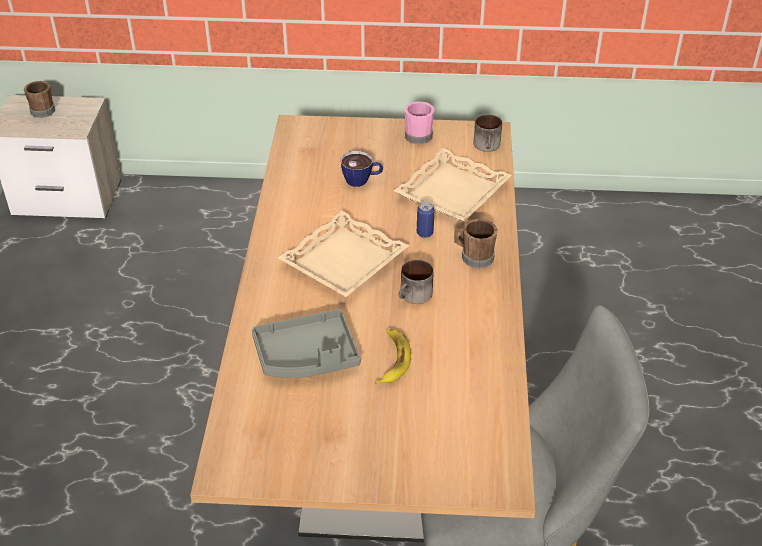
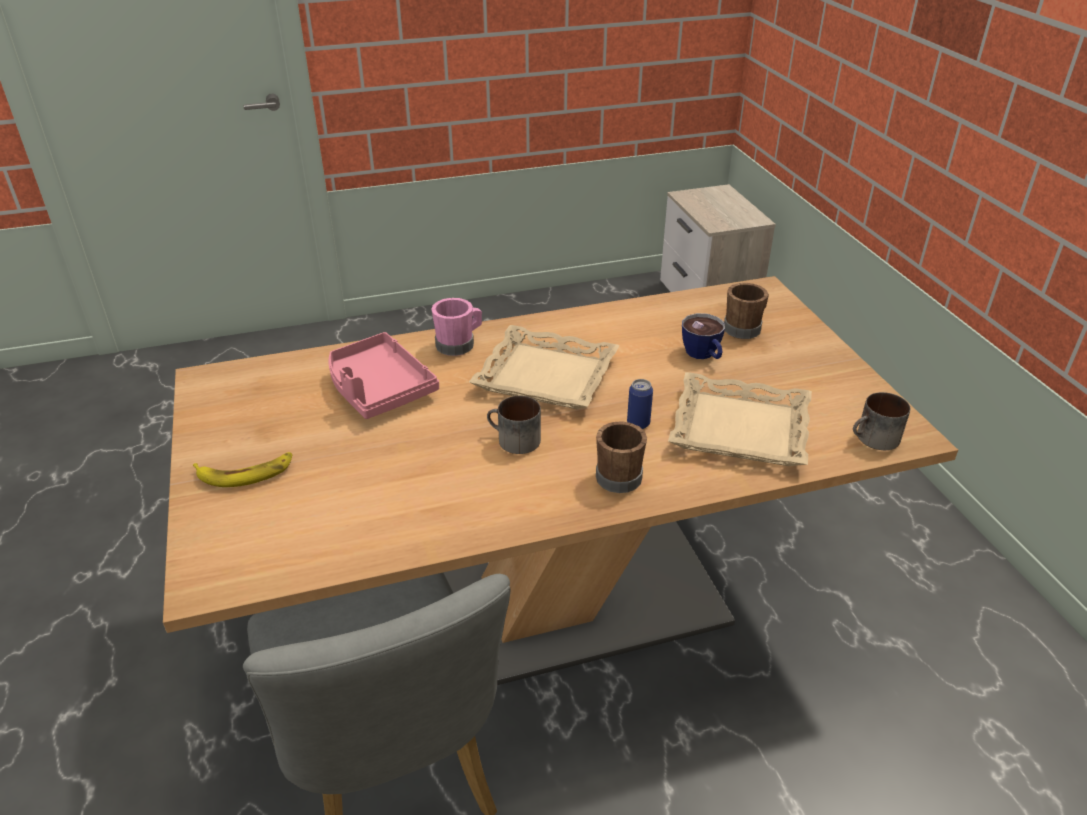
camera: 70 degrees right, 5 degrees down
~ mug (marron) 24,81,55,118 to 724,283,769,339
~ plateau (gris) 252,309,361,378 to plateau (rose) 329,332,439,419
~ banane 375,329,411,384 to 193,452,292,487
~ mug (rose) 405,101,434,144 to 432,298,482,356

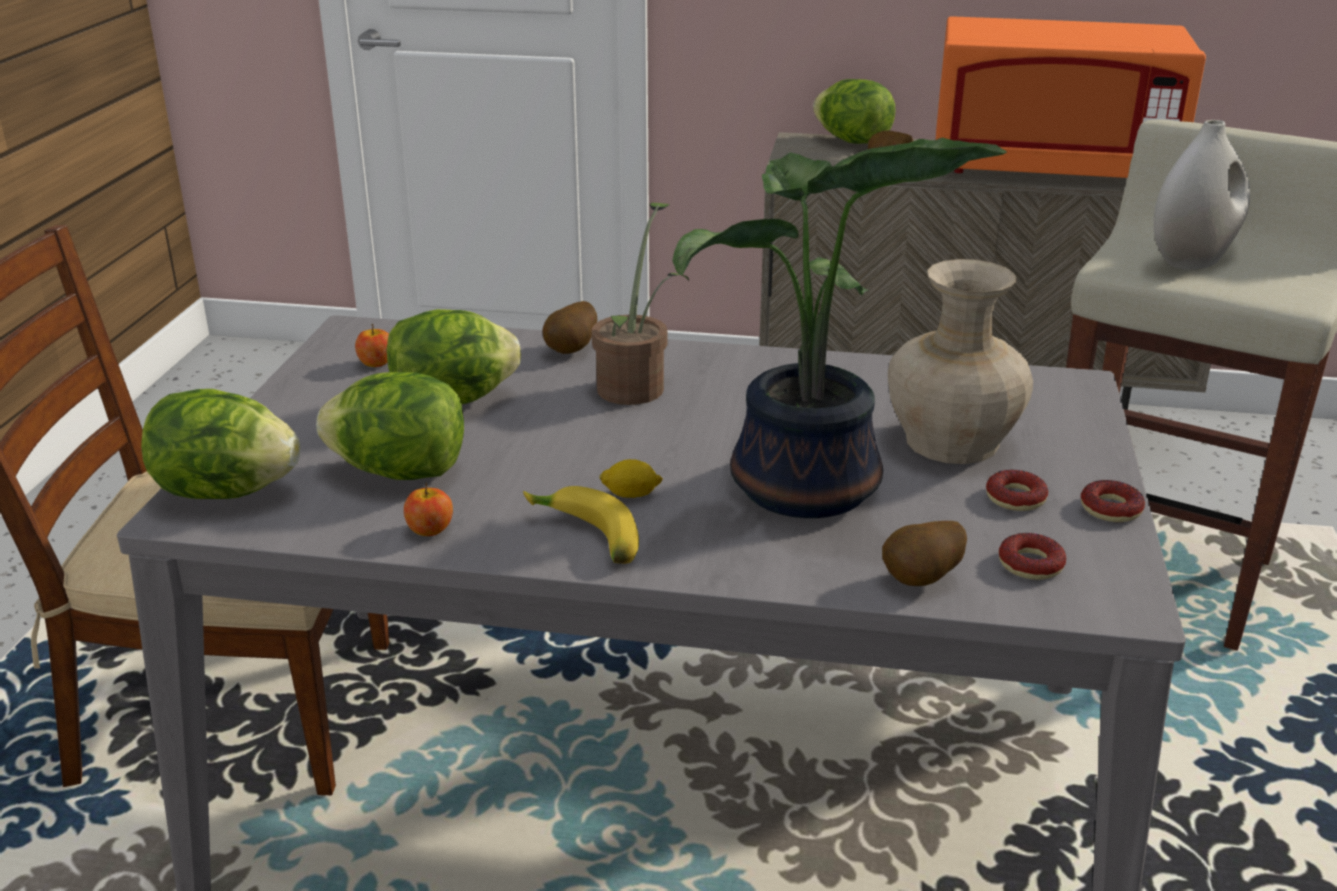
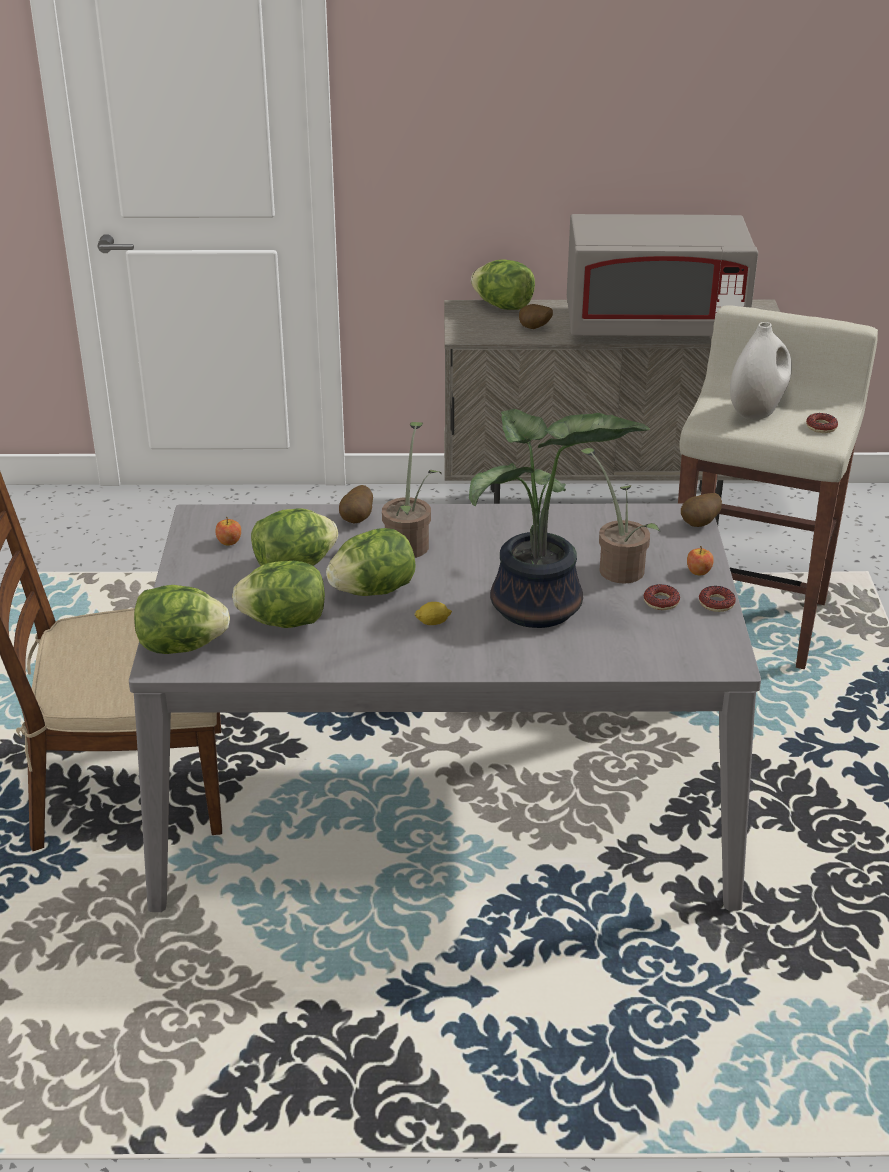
camera: 10 degrees left, 5 degrees up
~ pomme 404,483,453,536 to 687,546,714,576
- banane 523,486,639,564
~ pomme de terre 882,521,967,586 to 681,493,722,527
~ vase (beige) 888,259,1033,464 to plante en pot 580,448,661,583
~ micro-ondes (orange) 936,16,1206,178 to micro-ondes (gris) 567,214,758,336
~ beignet 999,533,1066,580 to 806,413,838,433
+ laitue 326,528,416,596

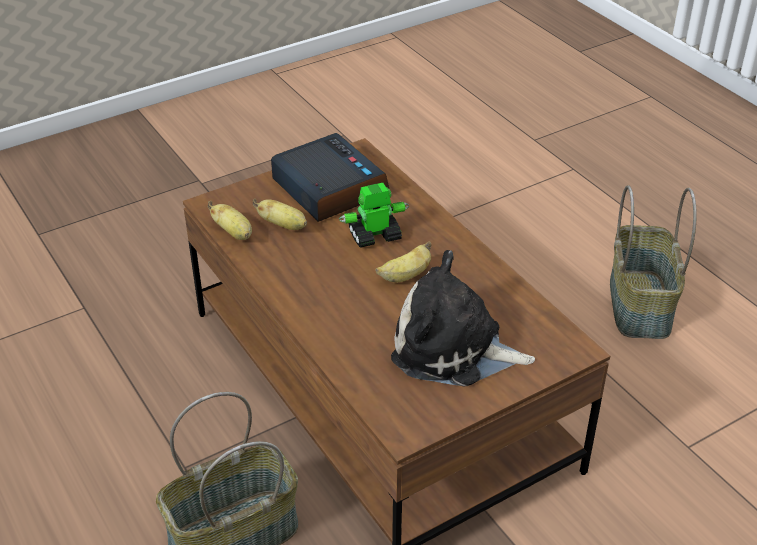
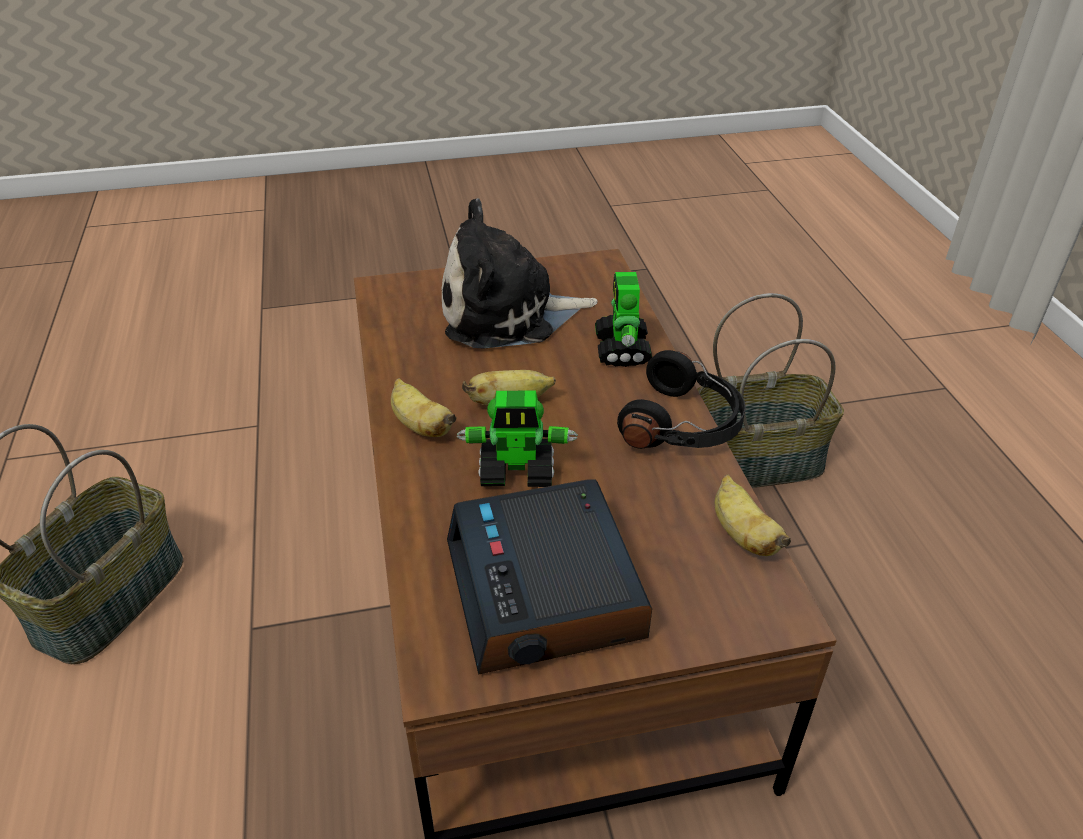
camera: 160 degrees left, 0 degrees up
~ banane 253,198,307,230 to 391,378,457,437
~ peluche 391,250,535,387 = 442,198,598,348 135 degrees clockwise
+ robot jouet 595,272,652,367
+ casque audio (noir) 617,350,746,449

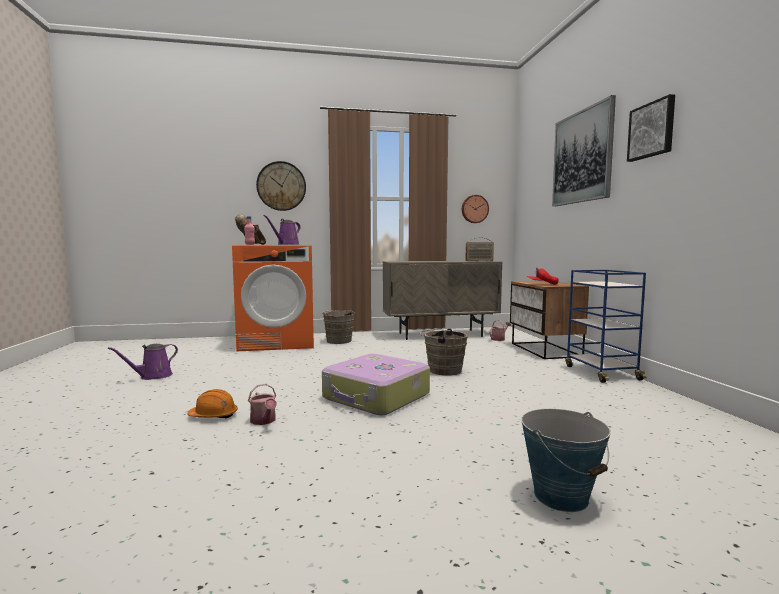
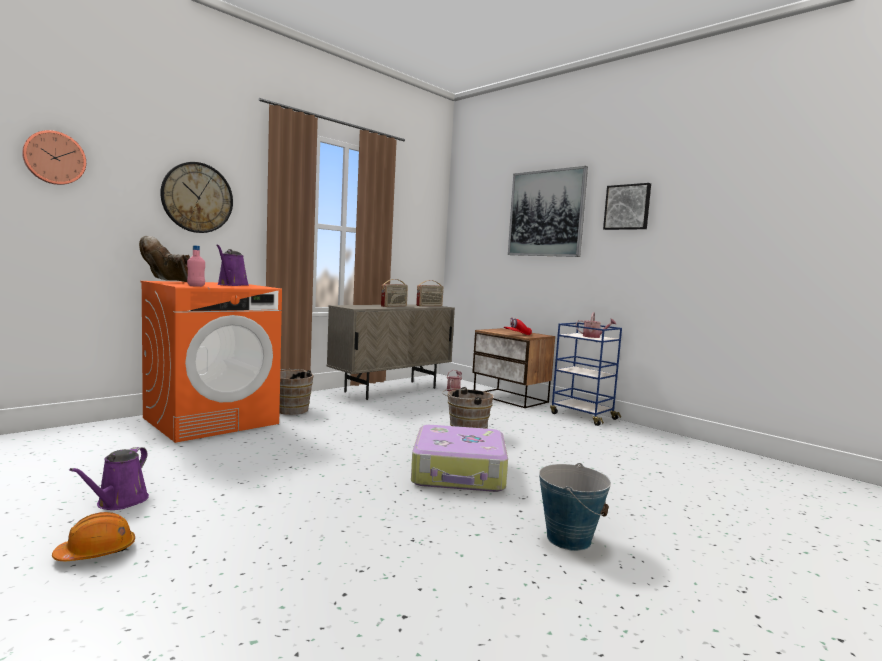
camera: 35 degrees left, 0 degrees up
~ casque de chantier (orange) 187,389,238,419 to 52,512,135,561
~ arrosoir 248,384,277,425 to 576,312,616,338
~ horloge murale 462,195,489,223 to 22,130,86,185
~ seau 521,409,611,512 to 539,463,611,551
+ radio 381,279,408,307

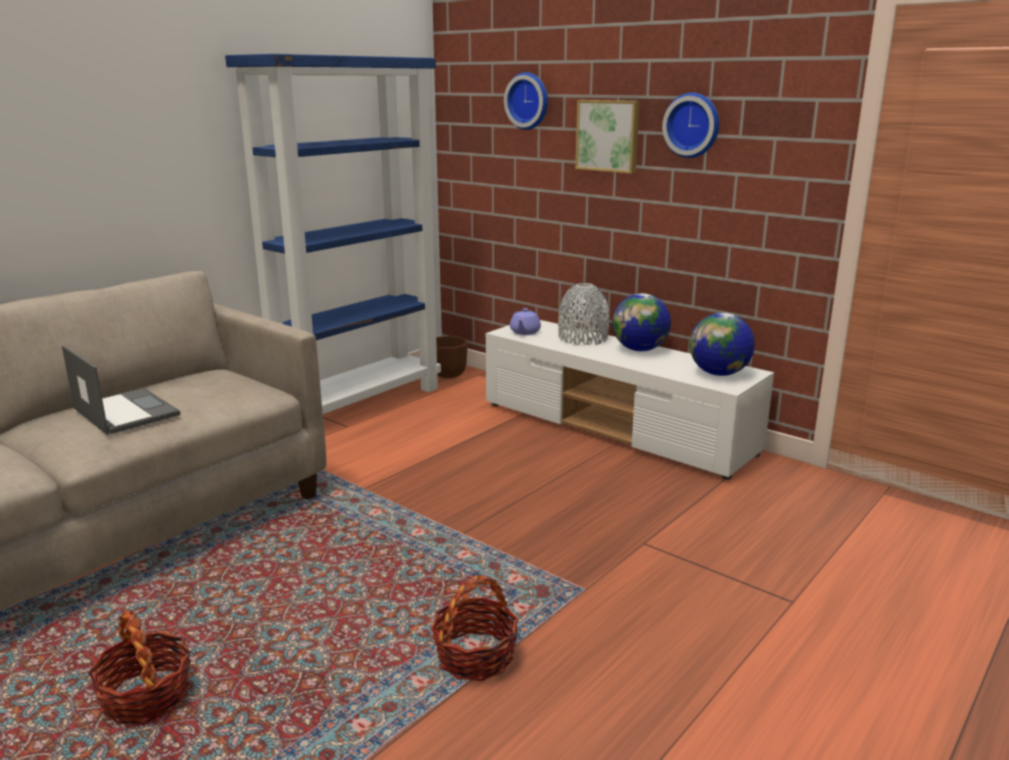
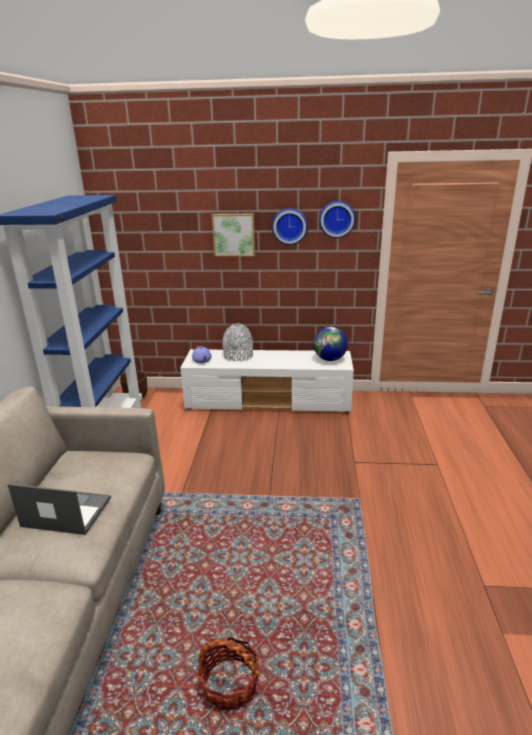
camera: 35 degrees left, 5 degrees up
- panier 431,575,519,681
~ horloge murale 504,72,548,130 to 319,201,356,238
- globe 612,293,671,351

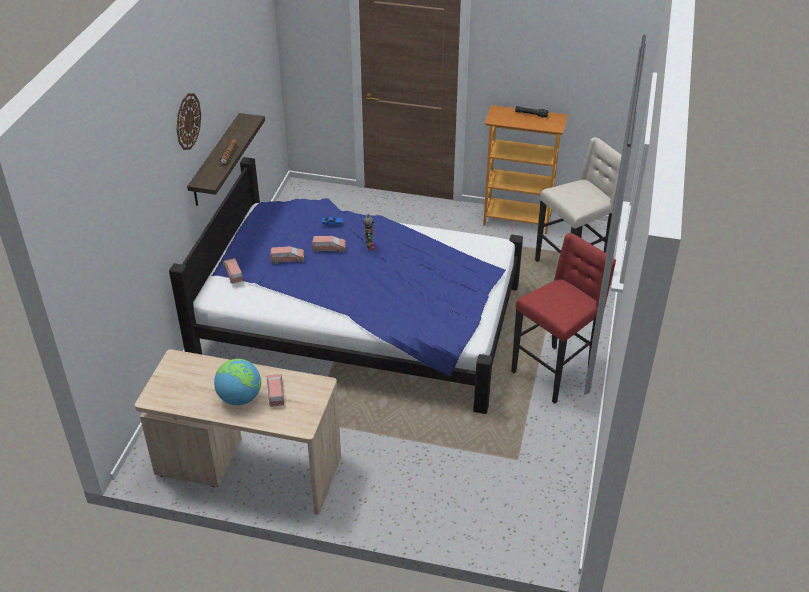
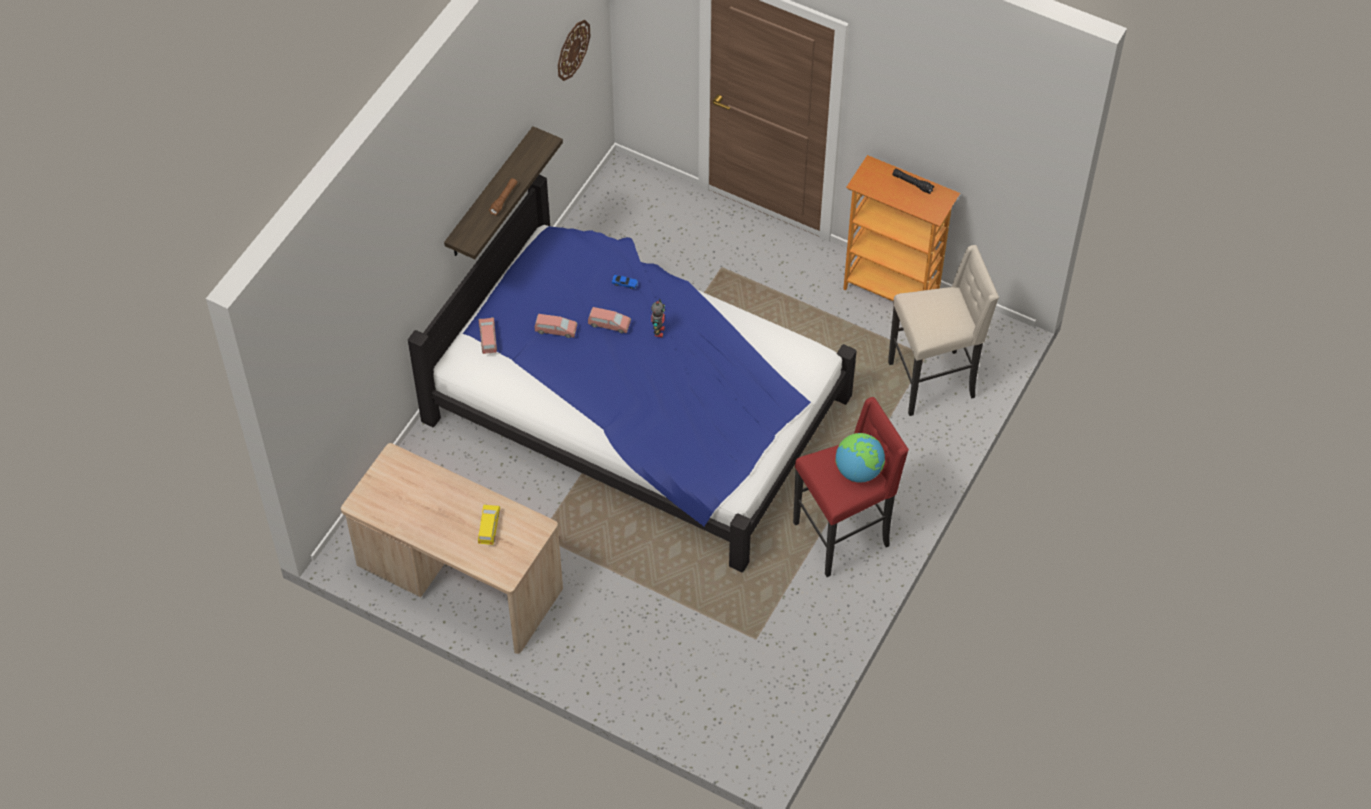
camera: 15 degrees right, 15 degrees up
~ horloge murale 177,93,201,150 to 558,20,590,81
~ globe 214,359,261,405 to 835,433,885,482
~ petite voiture (rose) 267,374,284,407 to petite voiture (jaune) 478,504,500,545

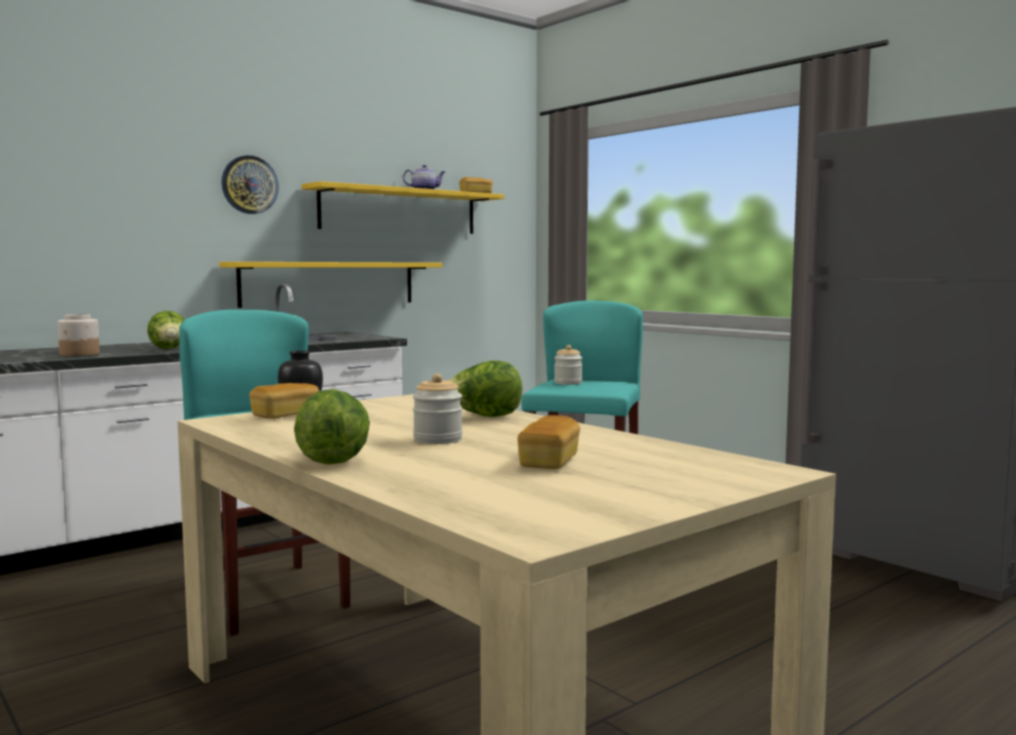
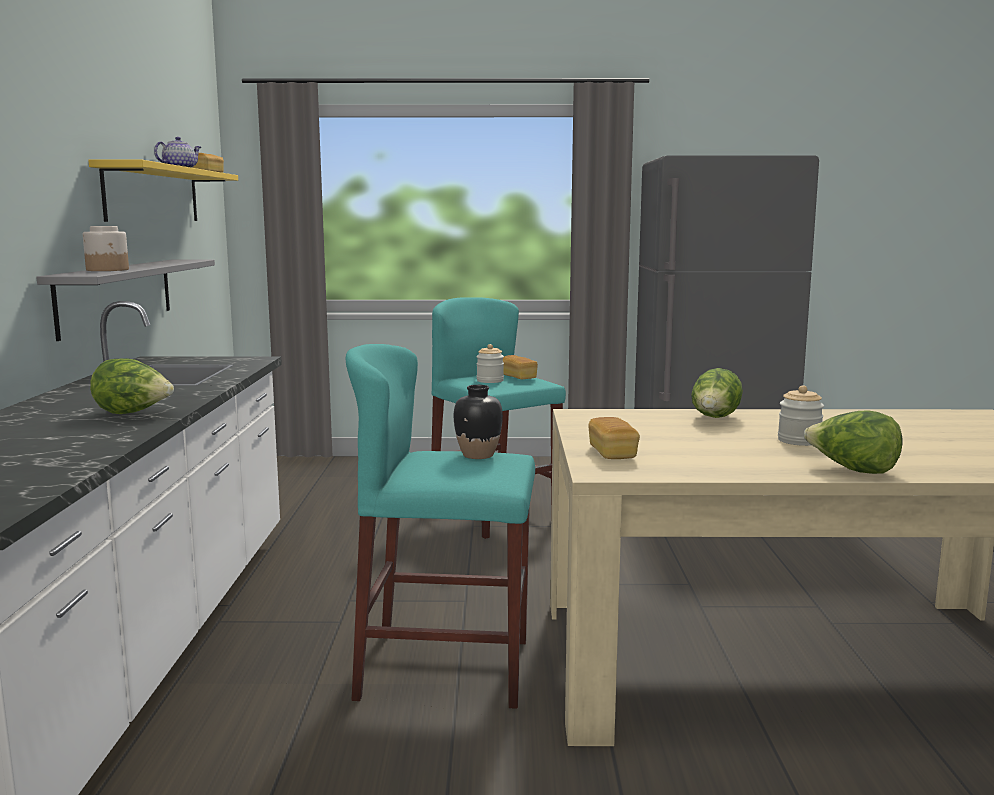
camera: 50 degrees left, 5 degrees up
~ bocal 58,314,100,356 to 83,226,129,271
~ étagère (jaune) 219,262,443,308 to étagère (gris) 36,260,215,341
- horloge murale 222,155,279,214
~ pain 517,415,580,469 to 503,355,538,379

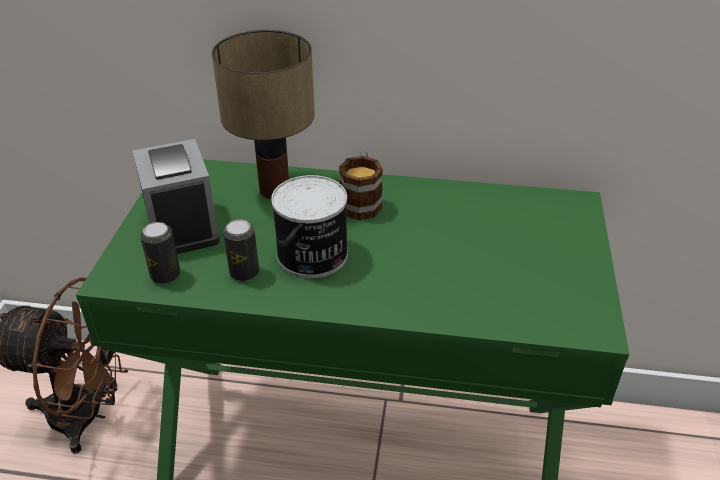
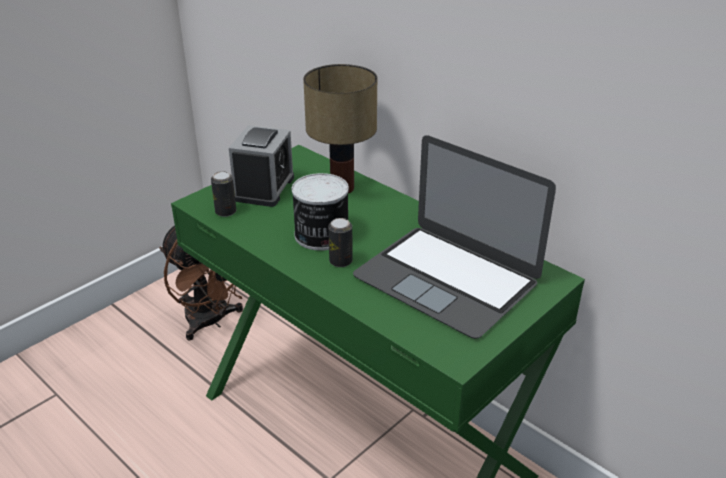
camera: 35 degrees right, 5 degrees down
~ boîte métallique 223,219,259,281 to 328,218,353,267
- mug 339,151,383,220
+ ordinateur portable 353,135,556,339

